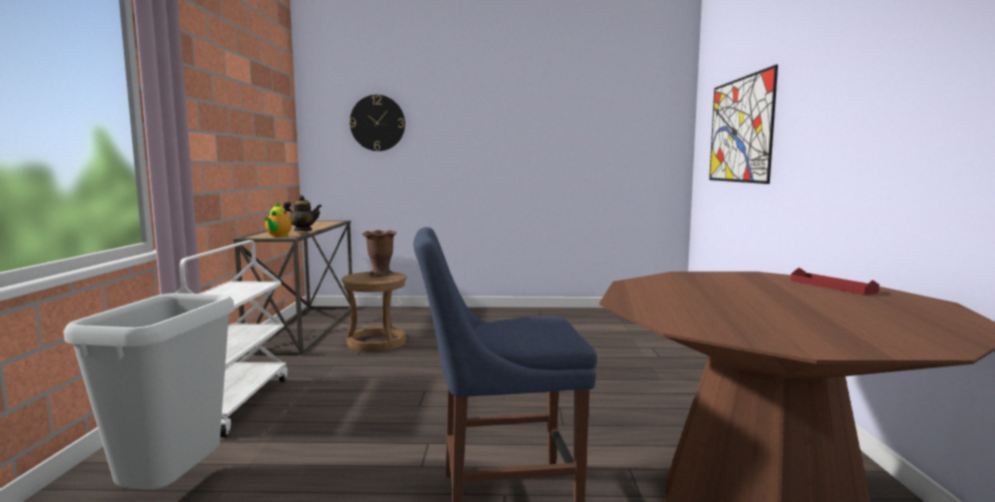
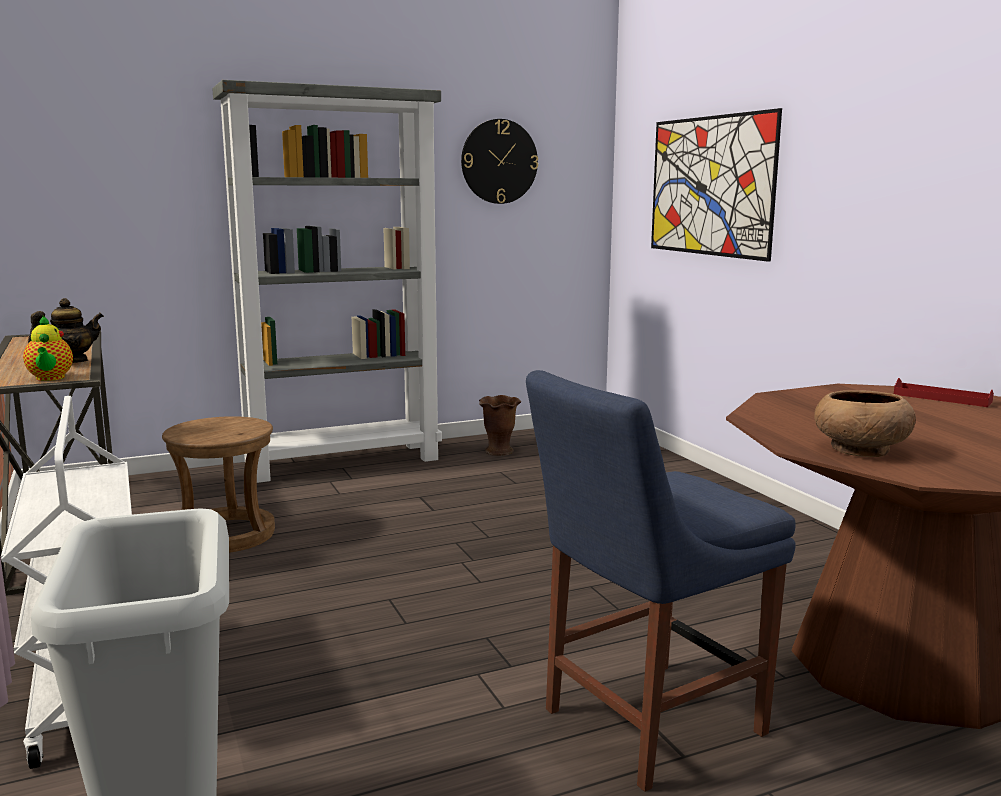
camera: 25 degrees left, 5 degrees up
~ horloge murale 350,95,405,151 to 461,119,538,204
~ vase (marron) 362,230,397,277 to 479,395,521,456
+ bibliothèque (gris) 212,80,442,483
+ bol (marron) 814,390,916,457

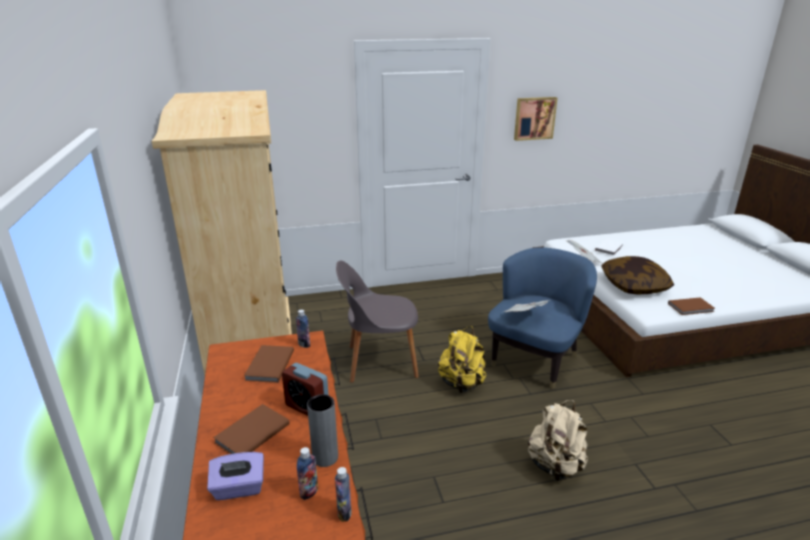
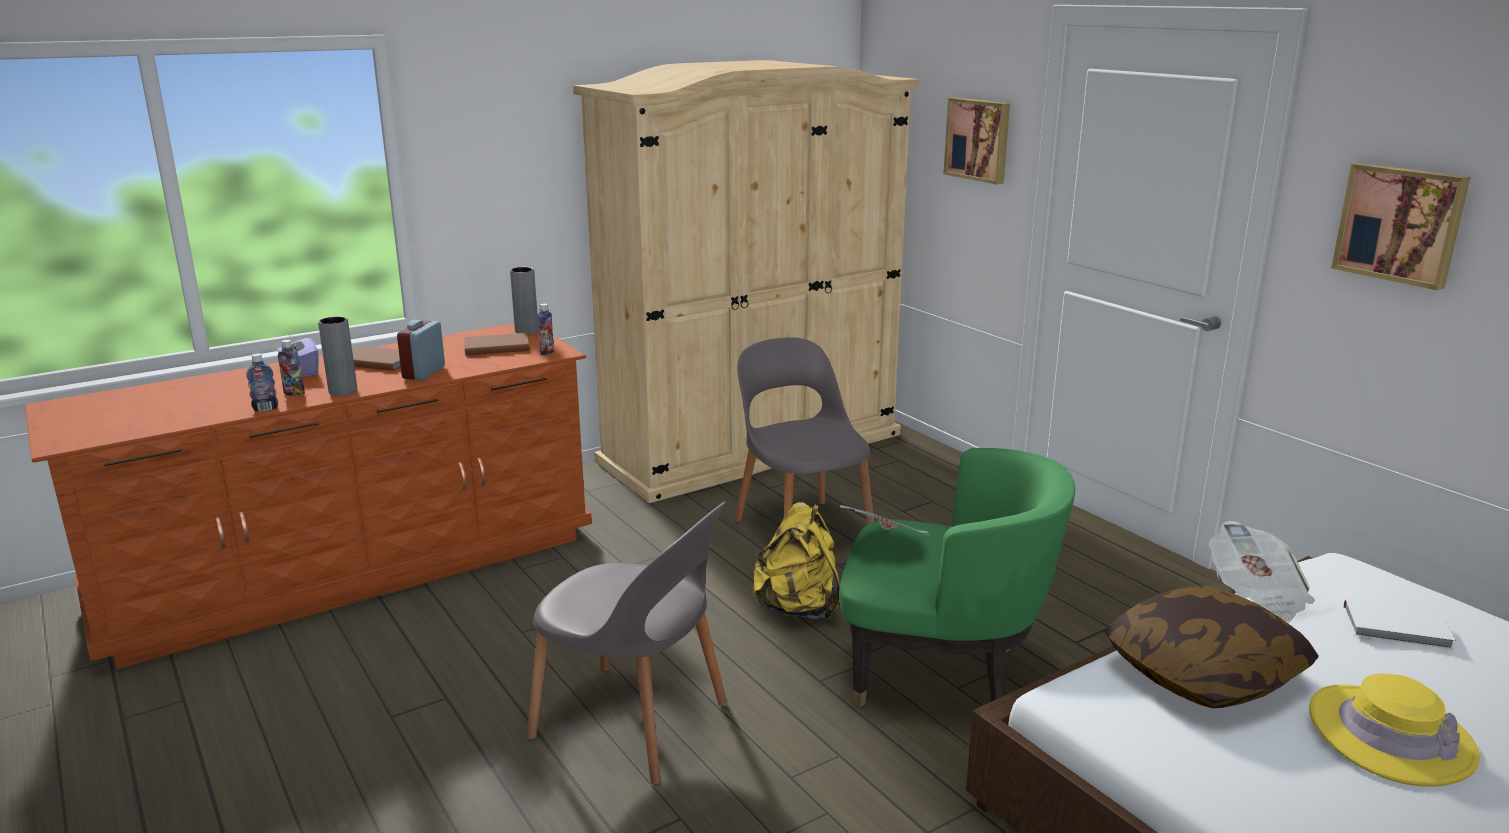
camera: 70 degrees right, 5 degrees down
~ fauteuil (bleu) 488,247,597,389 to fauteuil (vert) 839,448,1075,707
~ sac à dos (beige) 528,400,588,481 to chaise (gris) 527,501,727,784
- livre (marron) 668,297,714,315
+ vase (gris) 510,267,539,334
+ tableau 943,98,1010,185
+ chapeau (jaune) 1309,673,1480,787

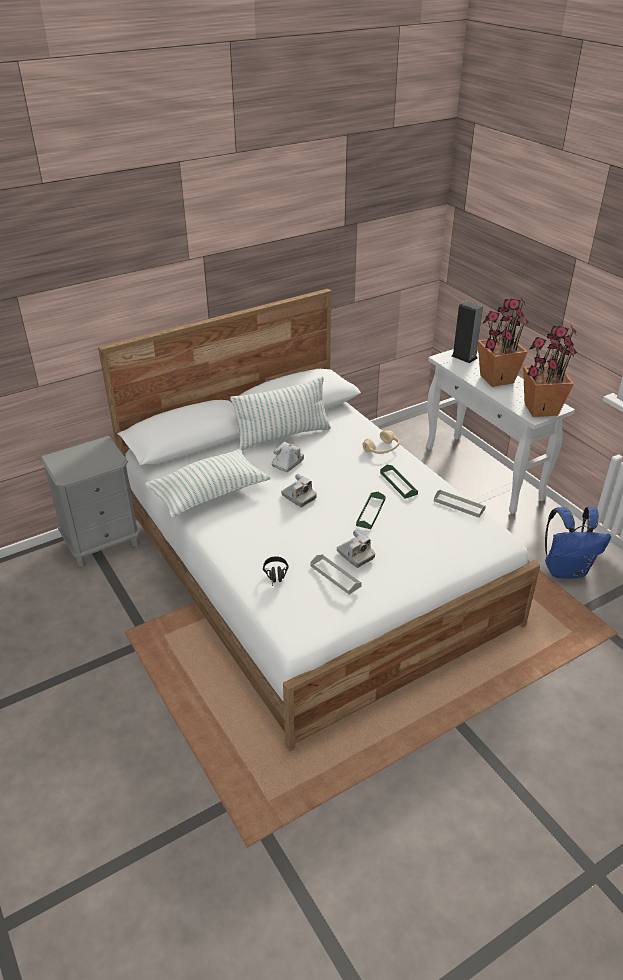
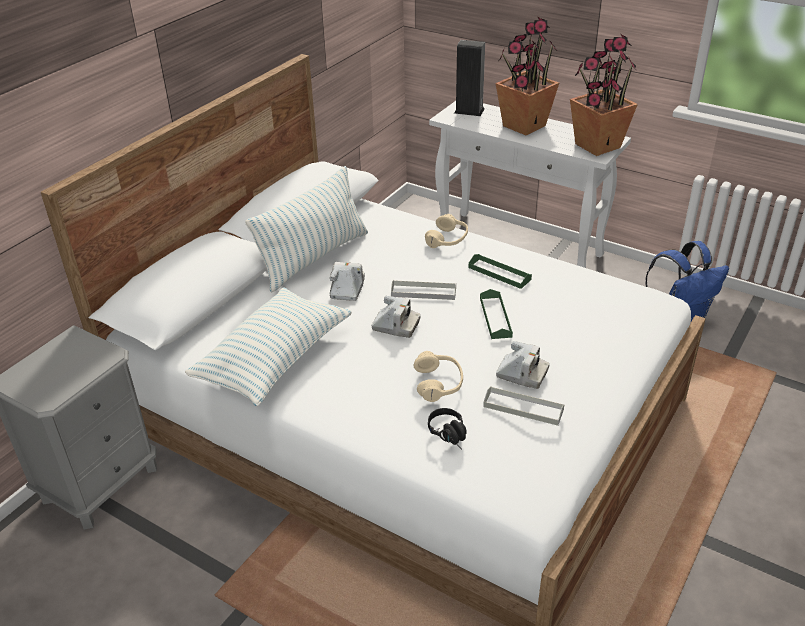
camera: 25 degrees left, 0 degrees up
~ plateau (gris) 434,489,486,518 to 391,280,456,300
+ casque audio (beige) 413,351,463,402

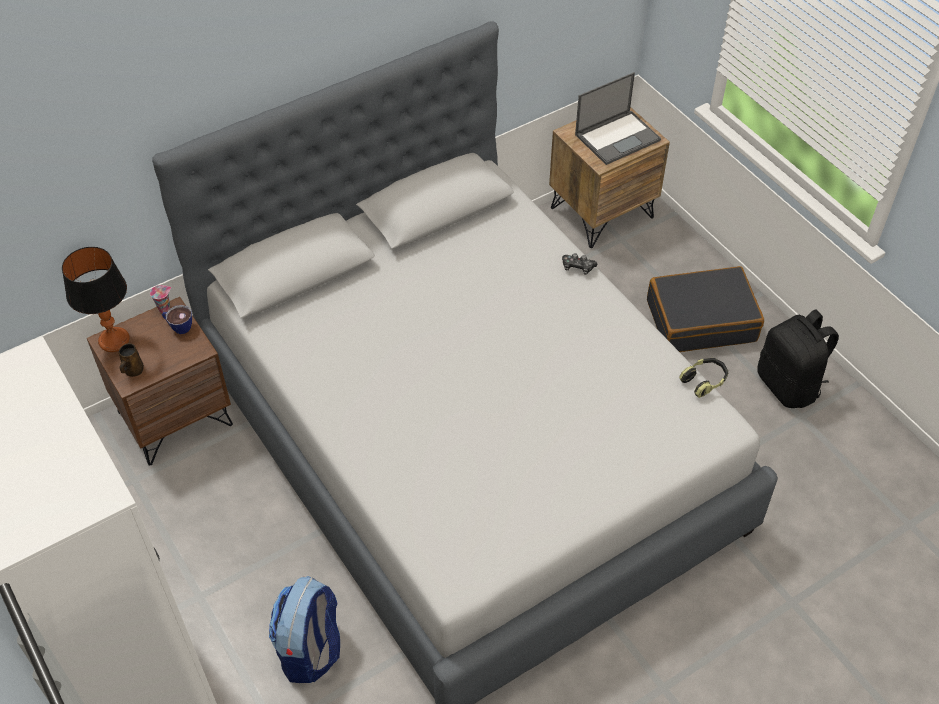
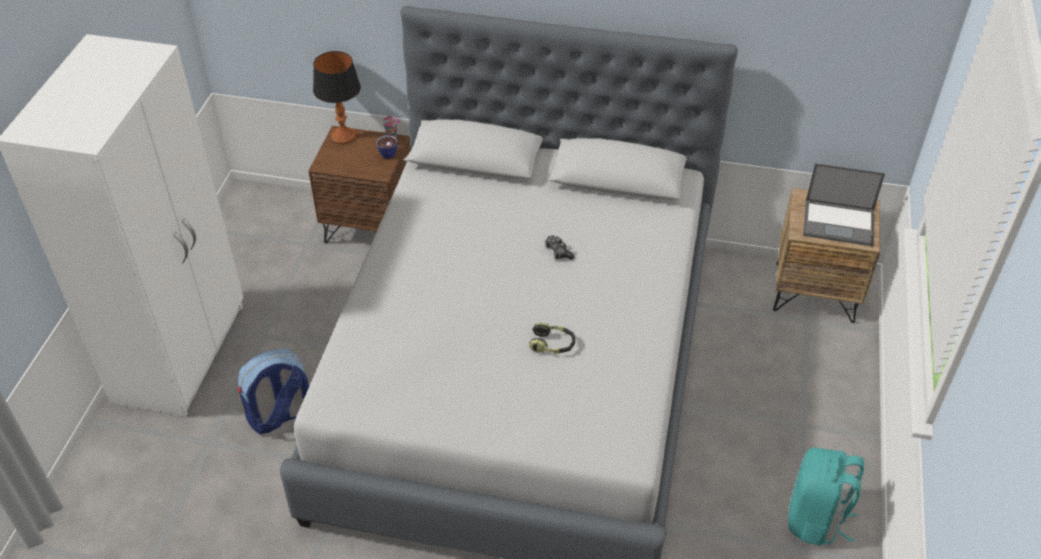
camera: 45 degrees right, 5 degrees down
- mug (marron) 119,343,144,377
~ manette 562,253,597,275 to 545,235,575,260
- valise (noir) 647,266,764,352
~ casque audio 679,358,728,398 to 529,322,575,354
~ sac à dos (noir) 757,310,839,408 to sac à dos (turquoise) 788,447,864,545

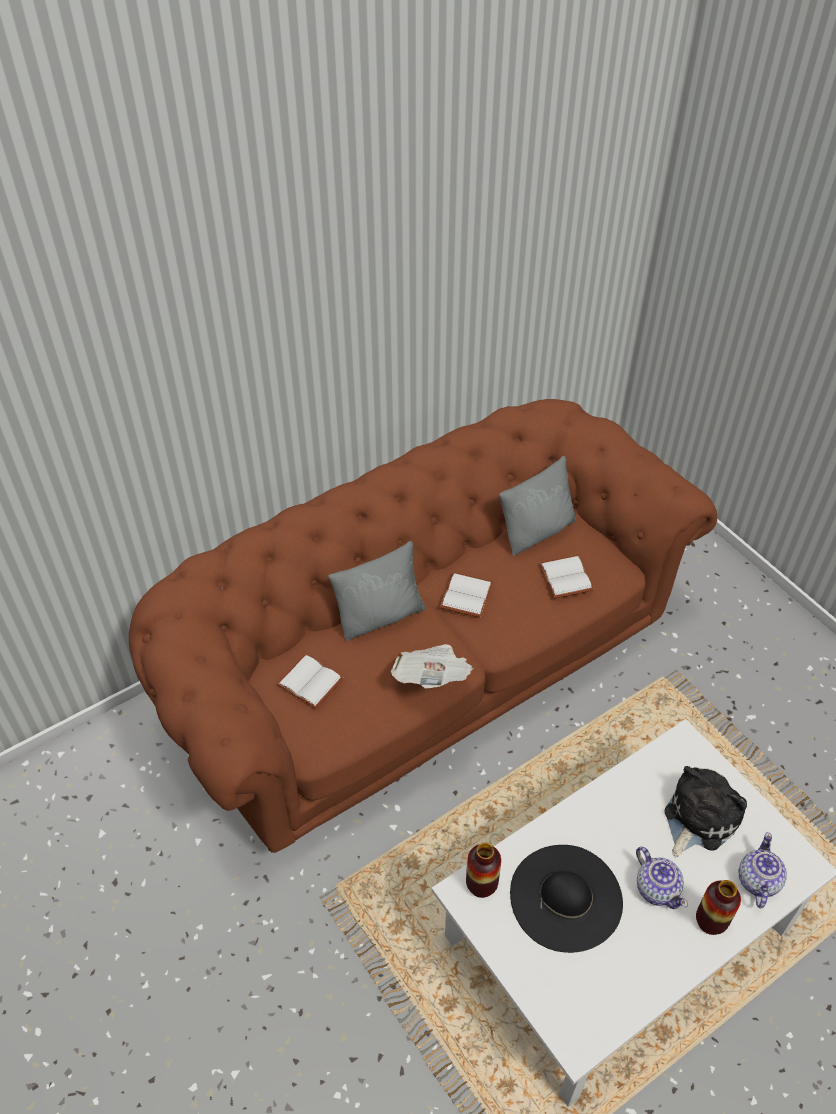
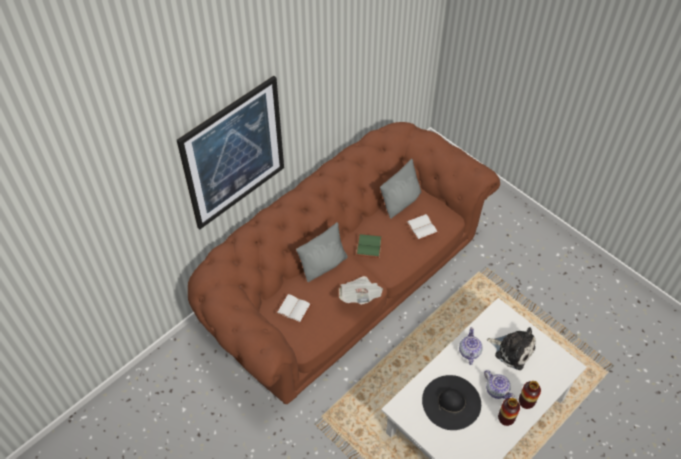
camera: 10 degrees left, 5 degrees up
~ livre (blanc) 440,572,493,618 to livre (vert) 356,234,382,258
~ vase 466,843,501,898 to 498,398,520,426
~ peluche 664,766,747,857 = 487,327,535,370 90 degrees clockwise
~ théière 738,832,787,908 to 459,327,483,365
+ tableau 177,75,284,229

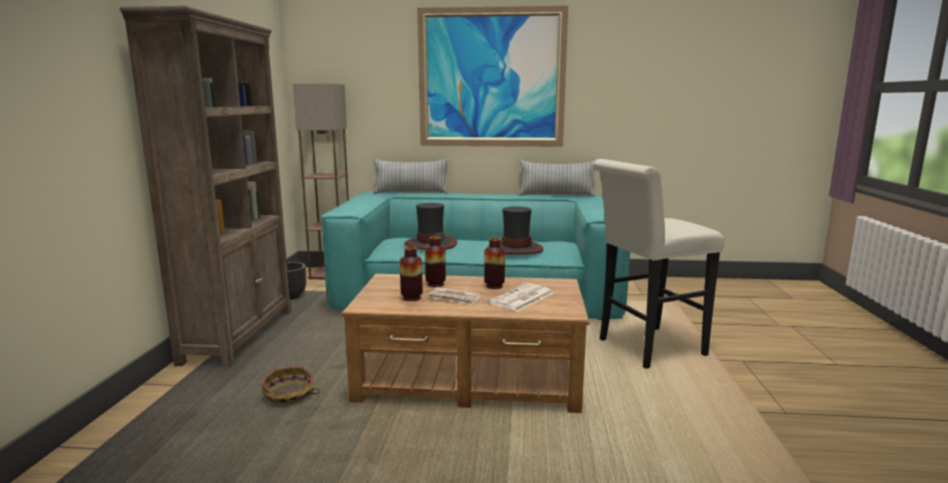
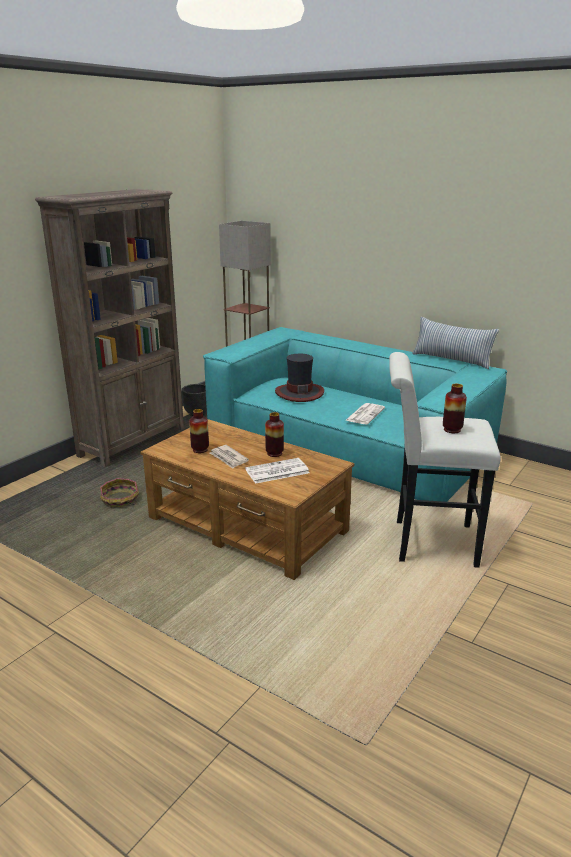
camera: 30 degrees right, 10 degrees up
- coussin 373,159,448,194
- tableau 417,6,568,147
~ vase 425,236,446,287 to 443,384,467,433
~ chapeau 500,206,543,254 to journal 345,403,385,424

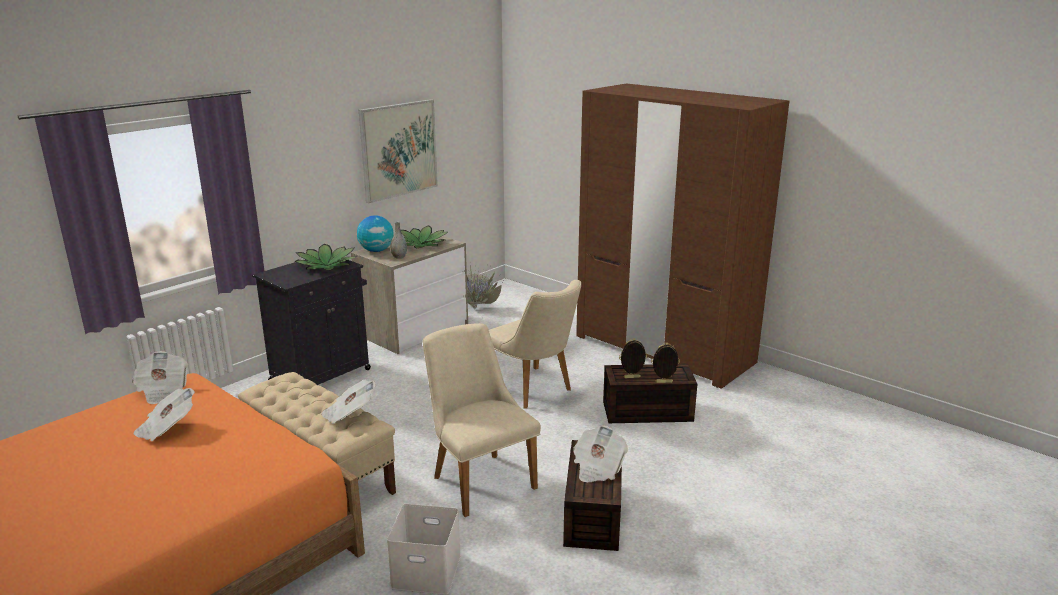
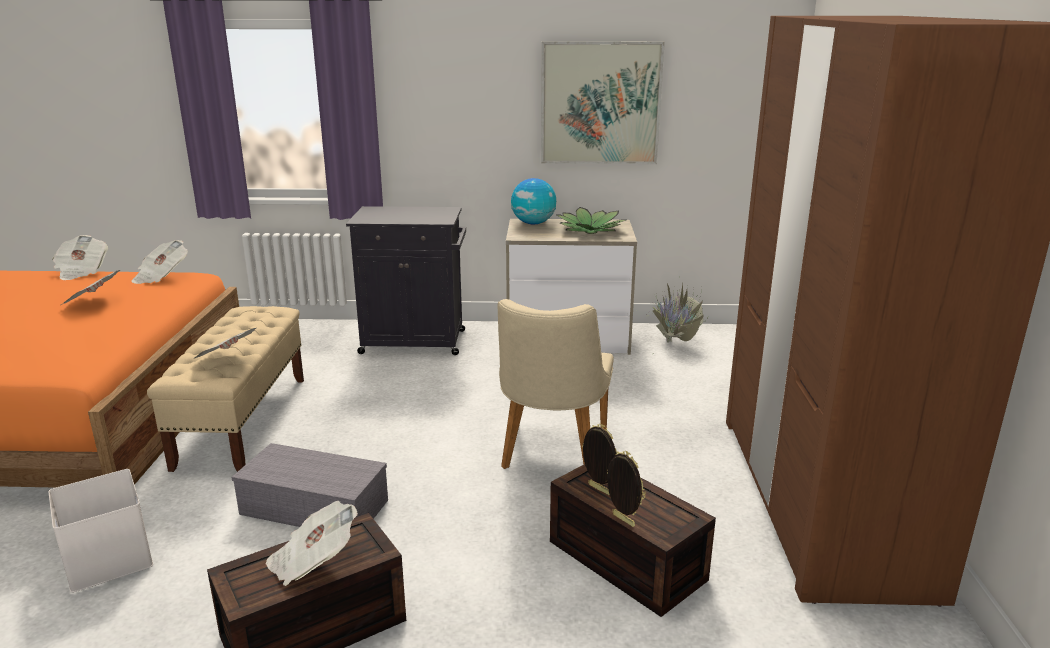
camera: 50 degrees right, 0 degrees up
- plante en pot 294,244,357,271
- vase (gris) 391,221,407,259
~ chaise (beige) 423,323,541,517 to boîte de rangement (gris) 231,443,388,527
+ journal 52,235,108,280

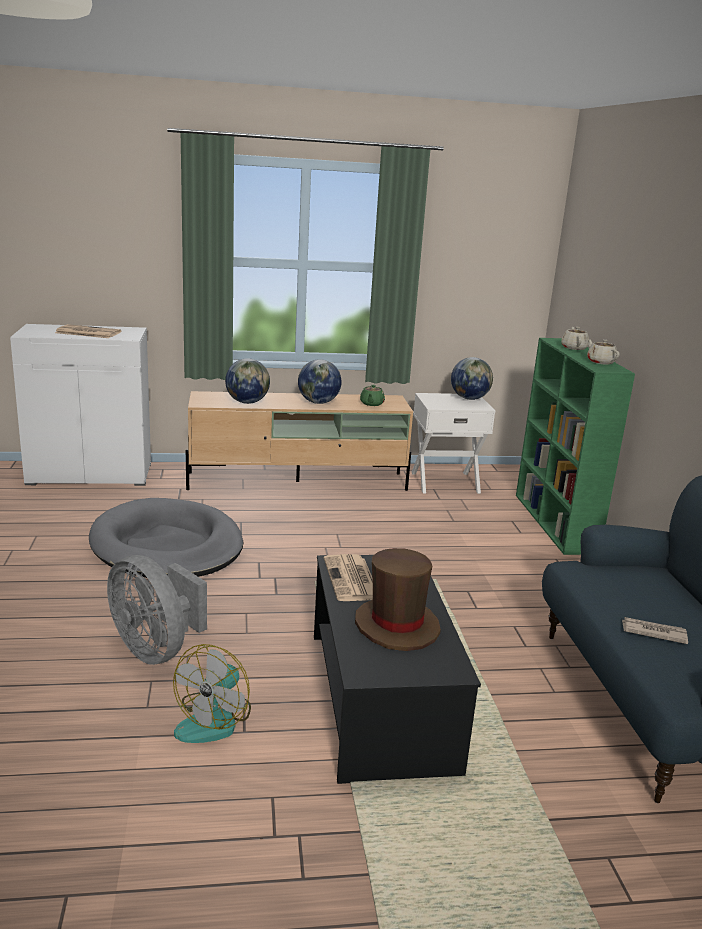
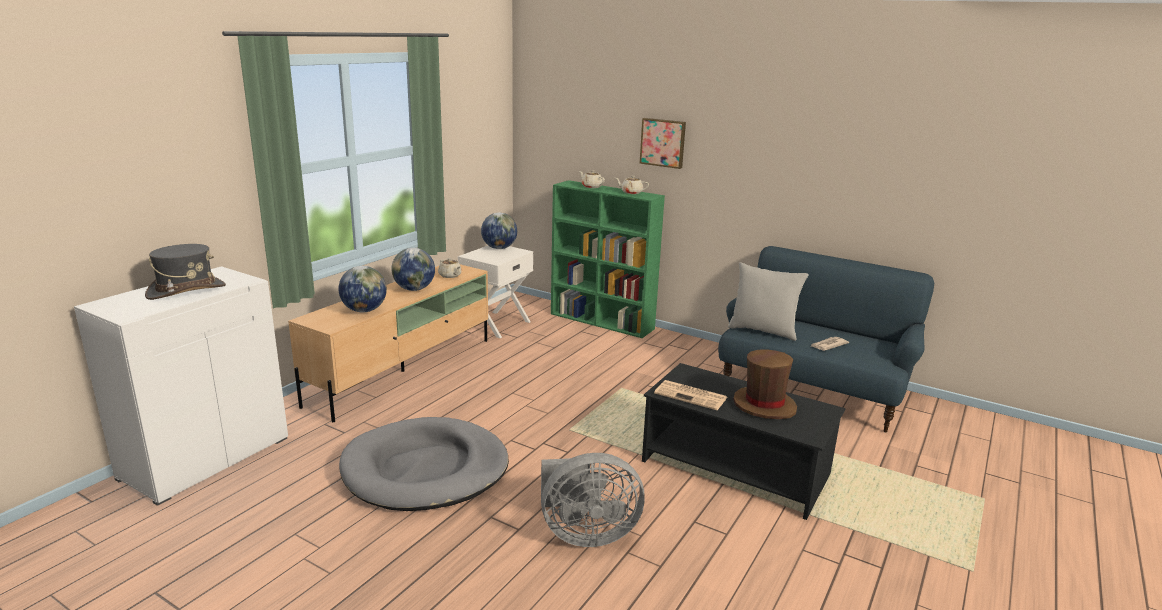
camera: 50 degrees left, 0 degrees up
~ journal 55,324,121,338 to chapeau (gris) 145,244,226,300
- ventilateur 173,644,251,743
~ théière (vert) 360,385,385,406 to théière (beige) 438,258,462,278
+ tableau 640,118,686,169
+ coussin (gris) 728,262,809,341

